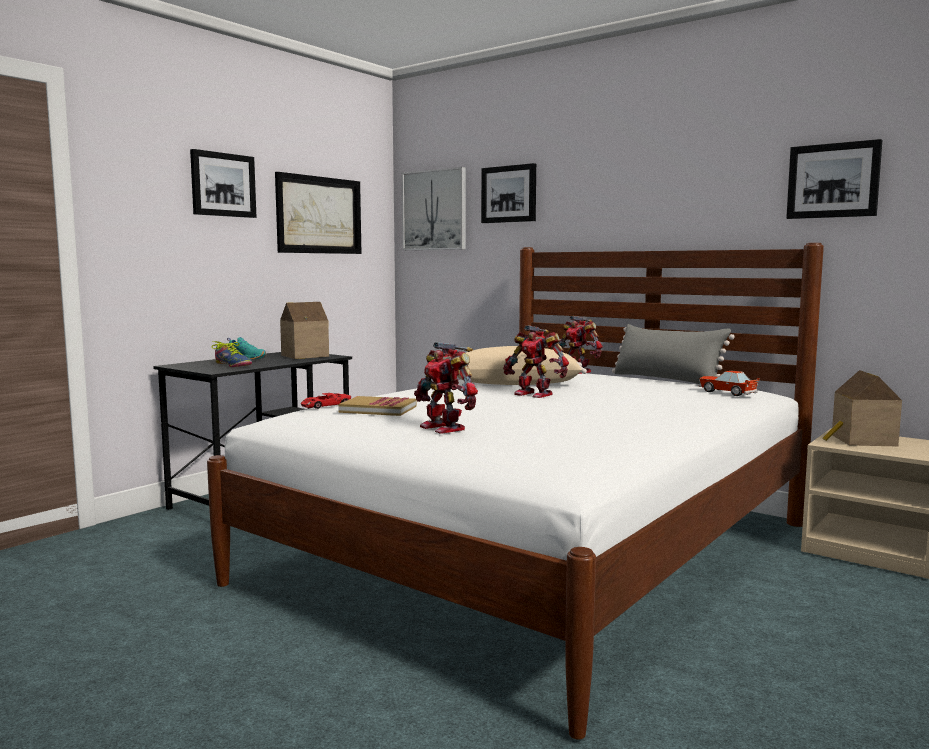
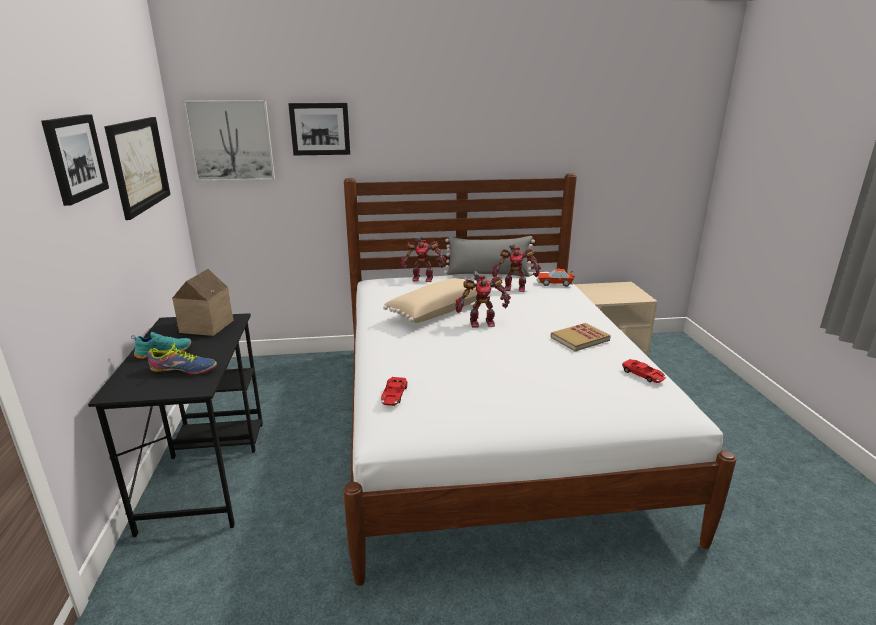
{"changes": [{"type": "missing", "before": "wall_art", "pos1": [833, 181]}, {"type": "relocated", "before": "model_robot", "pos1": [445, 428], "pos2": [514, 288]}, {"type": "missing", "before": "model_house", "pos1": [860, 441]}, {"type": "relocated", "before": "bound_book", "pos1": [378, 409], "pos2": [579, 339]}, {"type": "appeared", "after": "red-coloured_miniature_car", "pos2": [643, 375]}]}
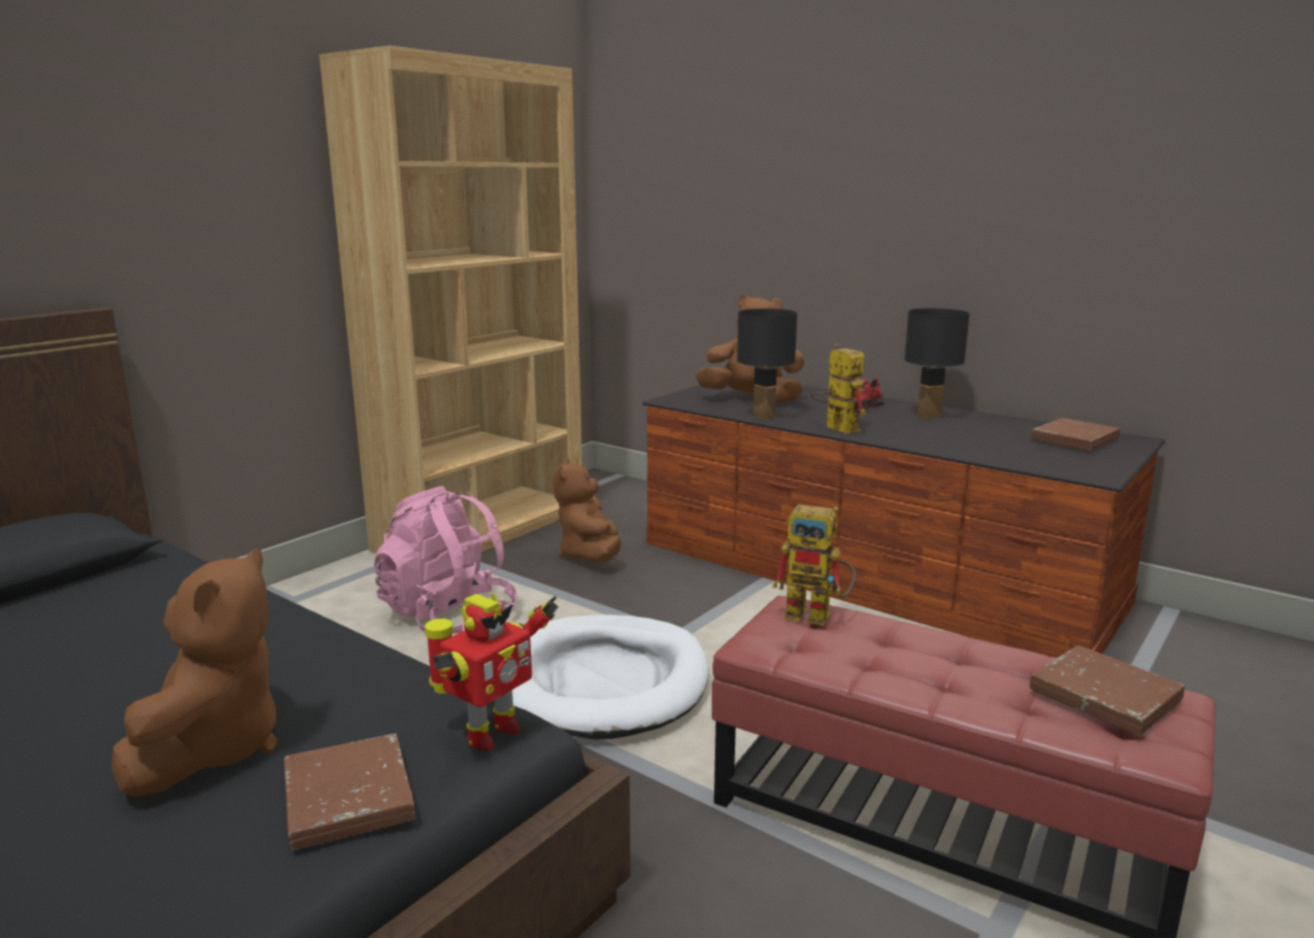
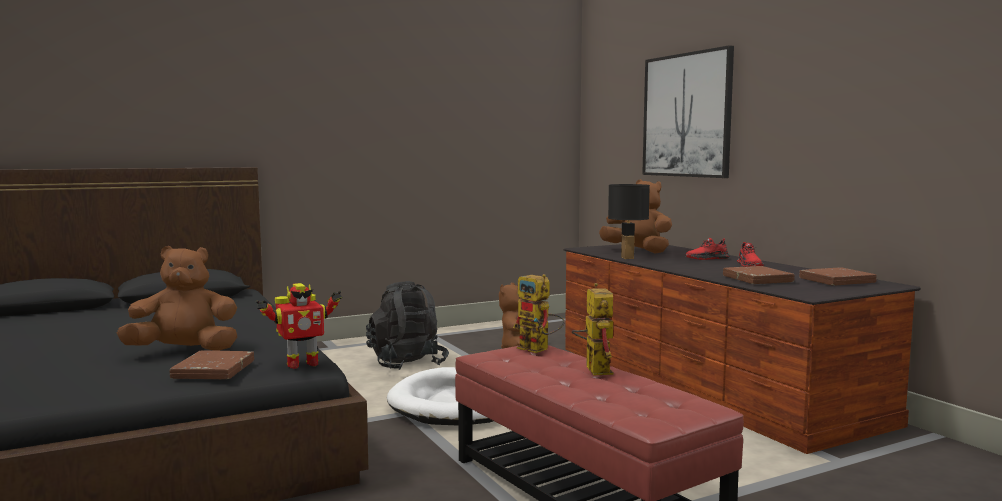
{"changes": [{"type": "missing", "before": "brown-coloured_bookcase", "pos1": [482, 530]}, {"type": "exchanged", "before": "blackish_table_lamp", "after": "red-coloured_shoe", "pos1": [929, 416], "pos2": [749, 265]}, {"type": "relocated", "before": "model_robot", "pos1": [835, 428], "pos2": [594, 368]}, {"type": "colour", "before": "pinkish_rucksack", "after": "blackish_rucksack", "pos1": [447, 615], "pos2": [407, 364]}, {"type": "spun", "before": "brown-coloured_cuddly_toy", "pos1": [213, 749], "pos2": [184, 351], "turn": -135}, {"type": "relocated", "before": "brown-coloured_bound_book", "pos1": [1104, 697], "pos2": [757, 280]}, {"type": "appeared", "after": "wall_art", "pos2": [686, 115]}]}
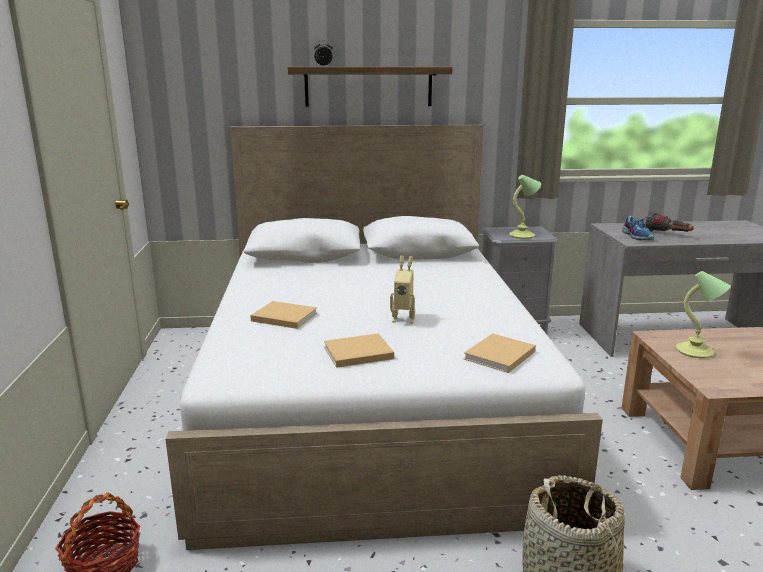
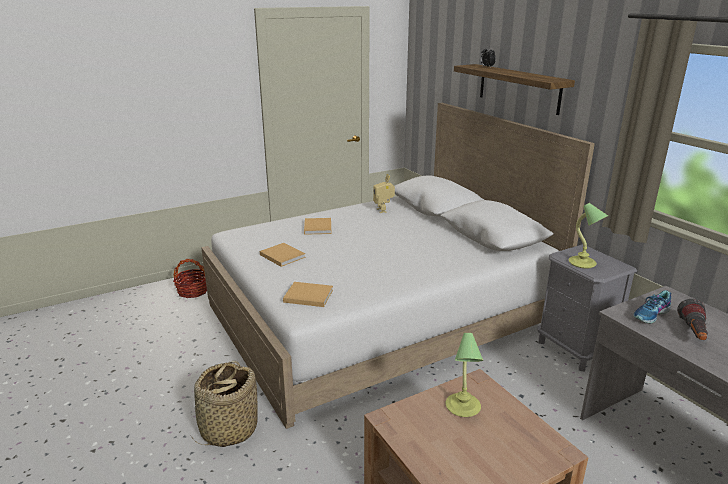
{"changes": [{"type": "relocated", "before": "model_robot", "pos1": [404, 319], "pos2": [383, 210]}]}
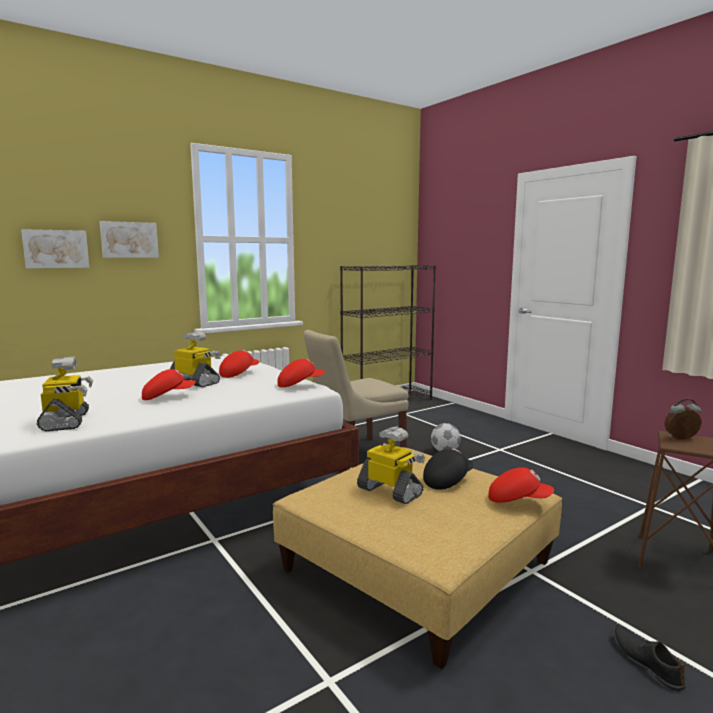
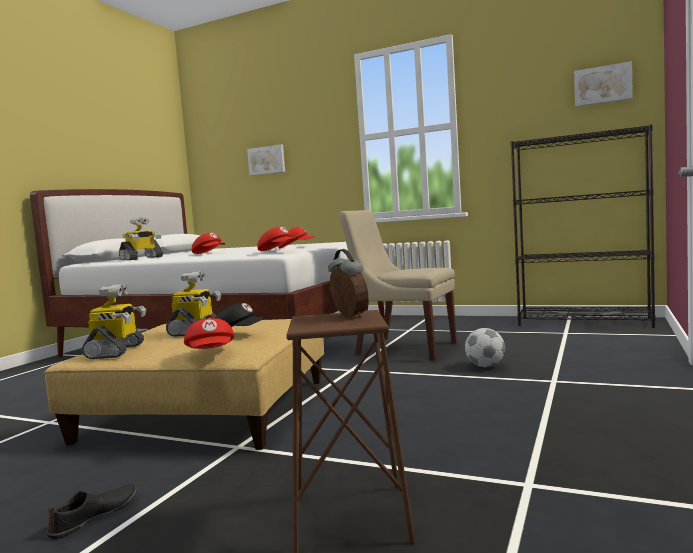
{"changes": [{"type": "relocated", "before": "wall_art", "pos1": [129, 240], "pos2": [602, 85]}, {"type": "relocated", "before": "model_robot", "pos1": [195, 382], "pos2": [116, 351]}]}
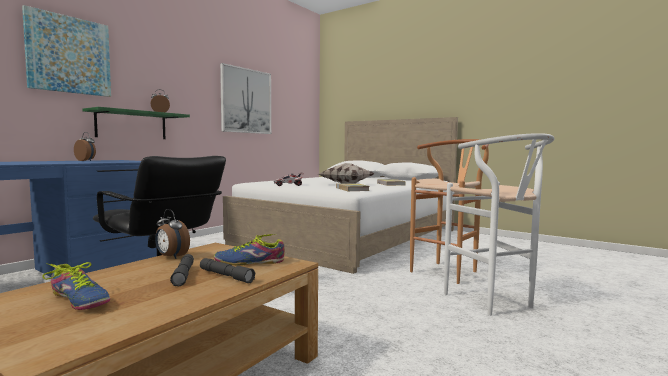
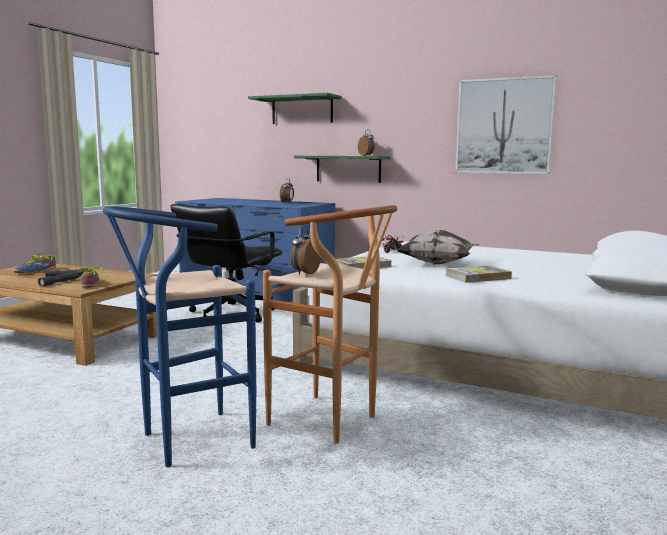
{"changes": [{"type": "exchanged", "before": "wall_art", "after": "green_shelf", "pos1": [69, 55], "pos2": [302, 110]}, {"type": "colour", "before": "white-coloured_stool_seat", "after": "blue_stool_seat", "pos1": [494, 303], "pos2": [187, 442]}, {"type": "relocated", "before": "alarm_clock", "pos1": [171, 257], "pos2": [304, 273]}]}
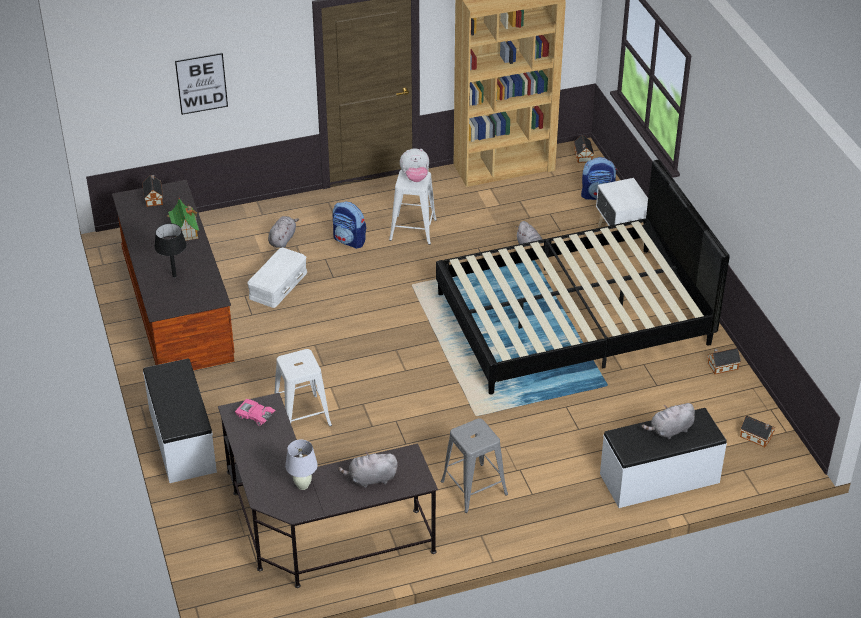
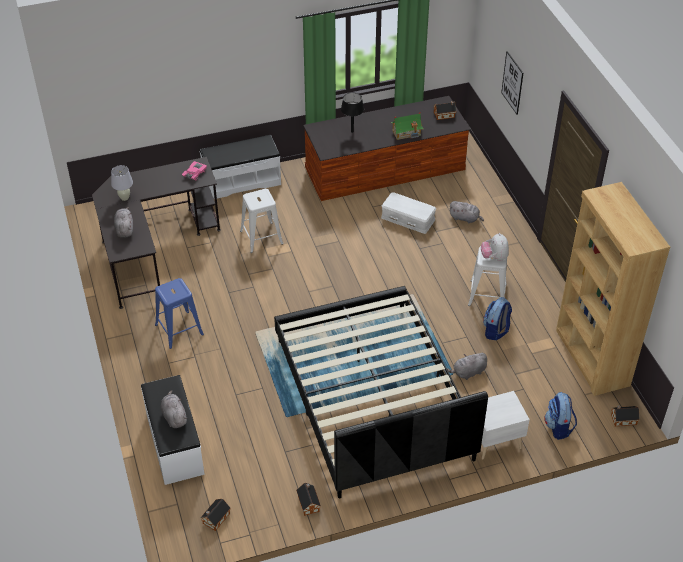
{"changes": [{"type": "relocated", "before": "rucksack", "pos1": [349, 240], "pos2": [496, 331]}, {"type": "colour", "before": "grey_stool_seat", "after": "blue_stool_seat", "pos1": [474, 488], "pos2": [179, 329]}]}
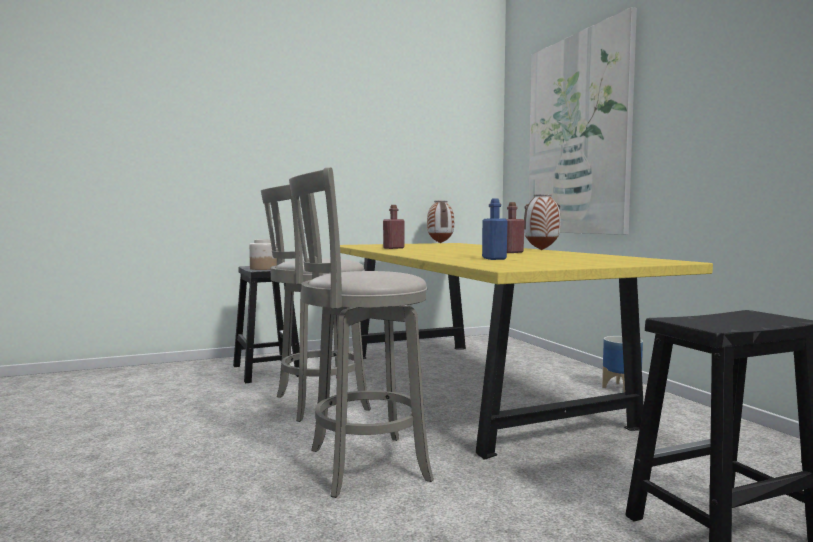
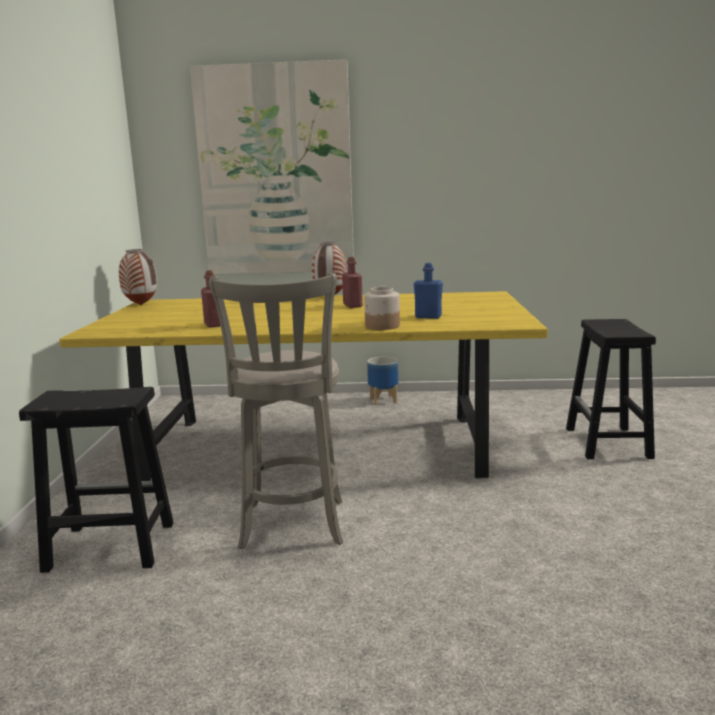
{"changes": [{"type": "missing", "before": "grey_stool_seat", "pos1": [361, 465]}, {"type": "relocated", "before": "preserve_jar", "pos1": [263, 268], "pos2": [382, 326]}]}
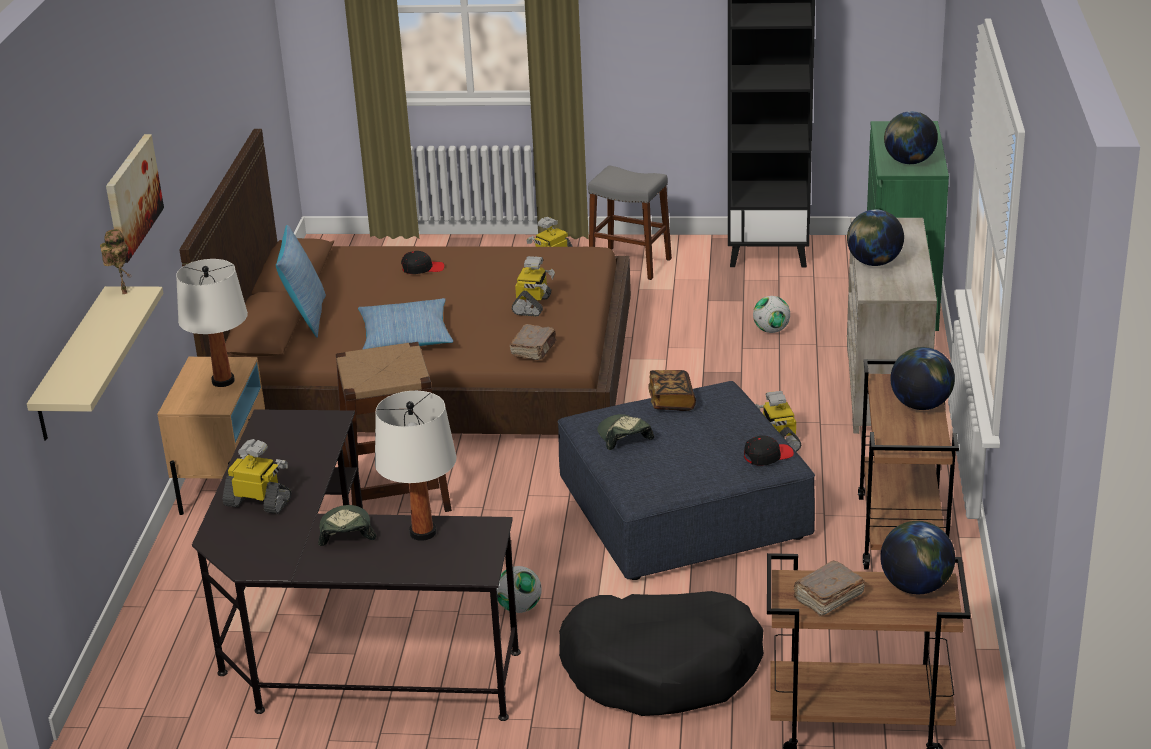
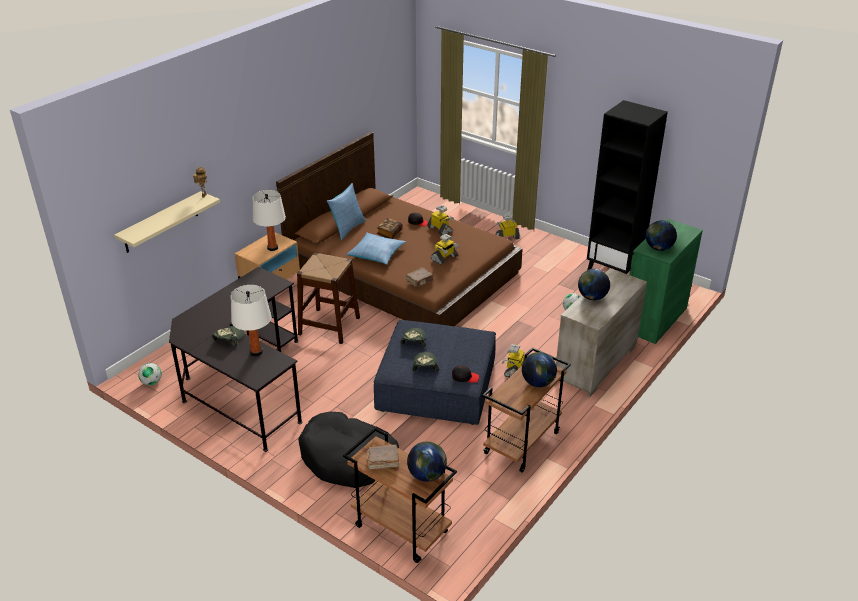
{"changes": [{"type": "missing", "before": "wall_art", "pos1": [132, 197]}, {"type": "missing", "before": "grey_stool_seat", "pos1": [630, 263]}, {"type": "relocated", "before": "bound_book", "pos1": [671, 401], "pos2": [389, 233]}, {"type": "relocated", "before": "model_robot", "pos1": [259, 502], "pos2": [440, 230]}, {"type": "relocated", "before": "football_ball", "pos1": [519, 608], "pos2": [151, 382]}, {"type": "appeared", "after": "baseball_cap", "pos2": [425, 365]}]}
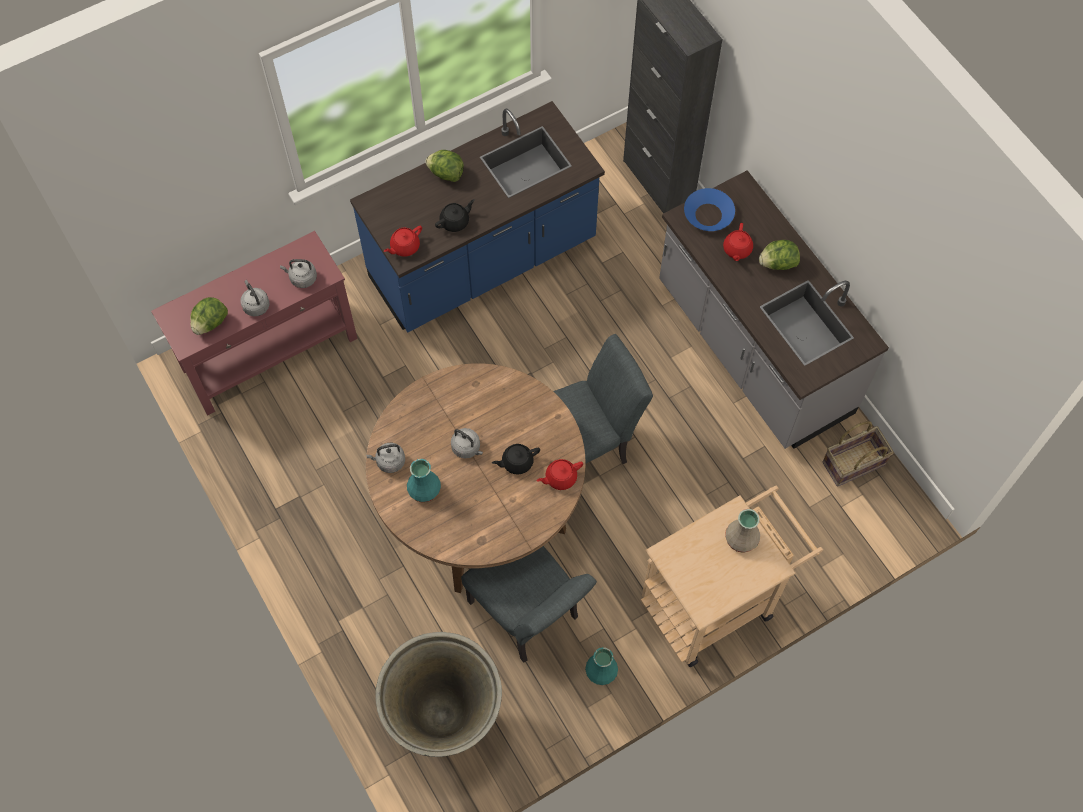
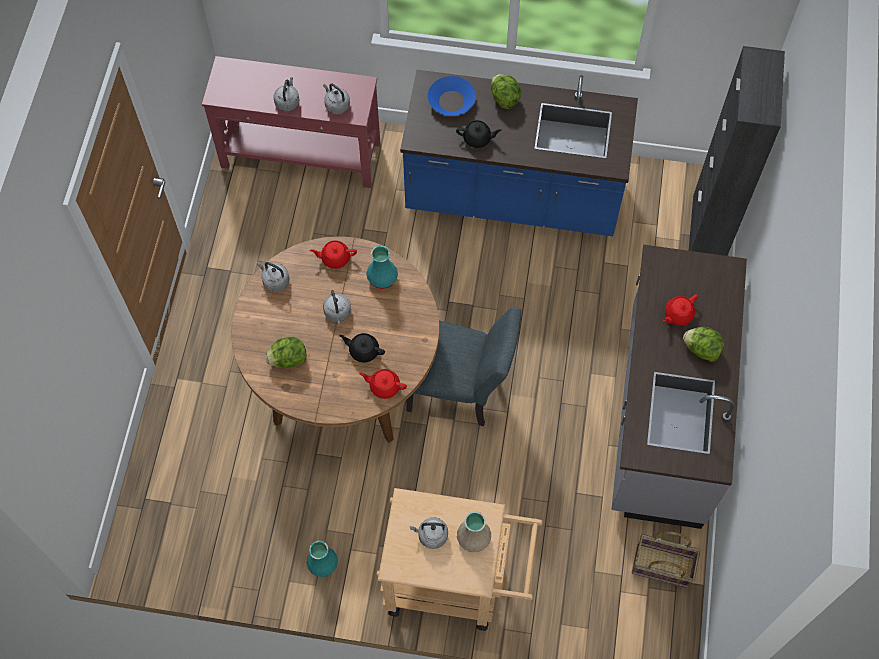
{"changes": [{"type": "relocated", "before": "blue_serving_bowl", "pos1": [708, 215], "pos2": [451, 101]}, {"type": "relocated", "before": "red-coloured_pot_for_tea", "pos1": [404, 247], "pos2": [335, 258]}, {"type": "relocated", "before": "head_of_lettuce", "pos1": [210, 323], "pos2": [288, 359]}, {"type": "relocated", "before": "turquoise_vase", "pos1": [423, 489], "pos2": [382, 277]}, {"type": "missing", "before": "grey_chair", "pos1": [529, 615]}, {"type": "missing", "before": "grey_plant_pot", "pos1": [445, 719]}, {"type": "appeared", "after": "grey_tea_kettle", "pos2": [431, 535]}]}
